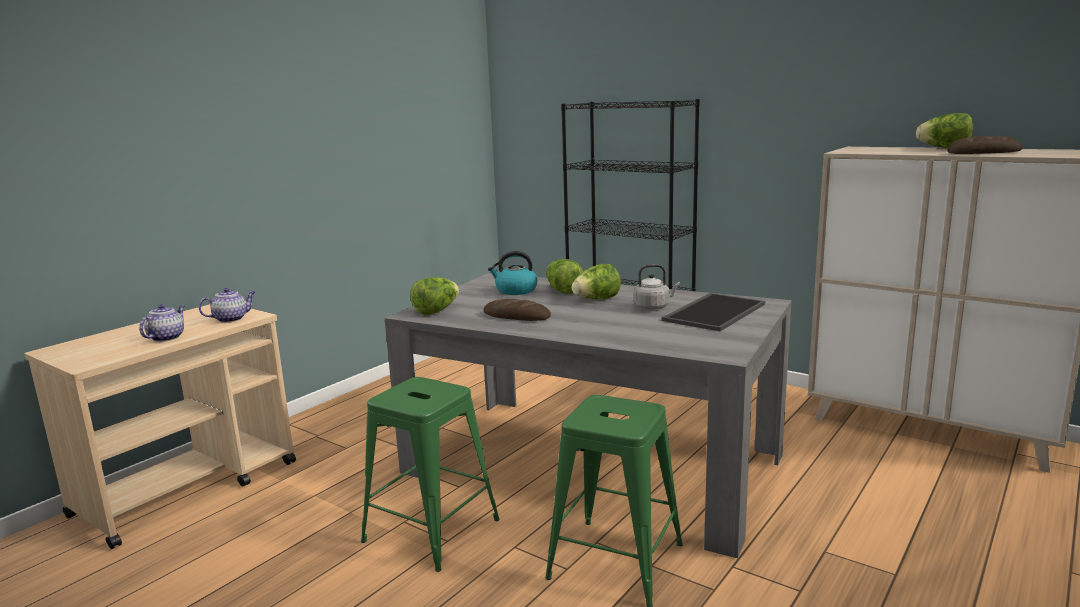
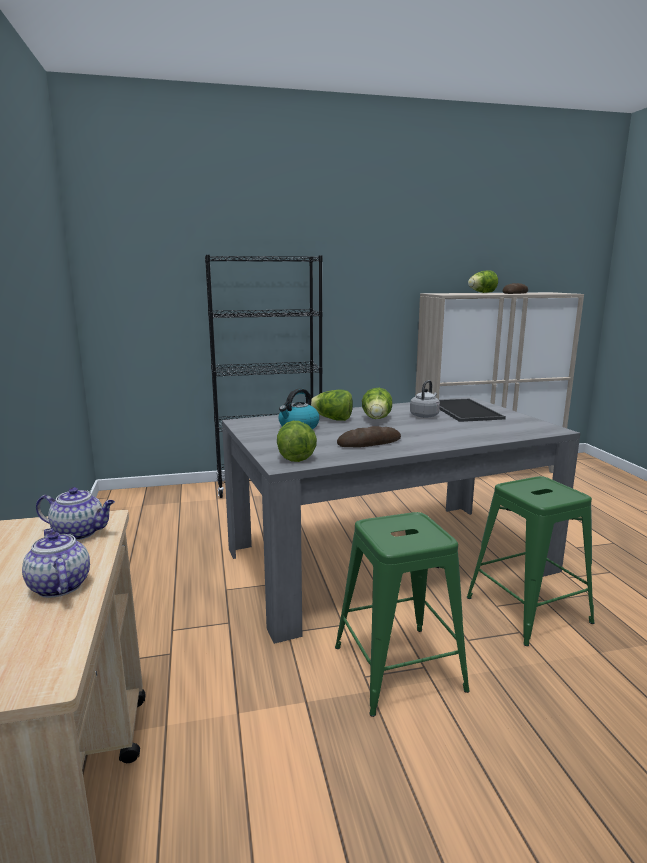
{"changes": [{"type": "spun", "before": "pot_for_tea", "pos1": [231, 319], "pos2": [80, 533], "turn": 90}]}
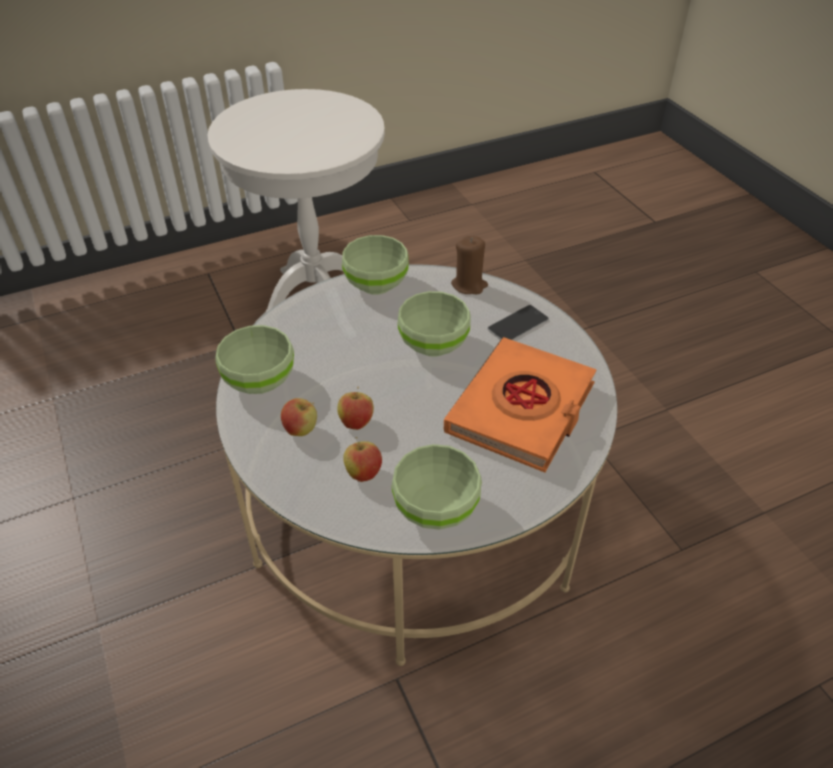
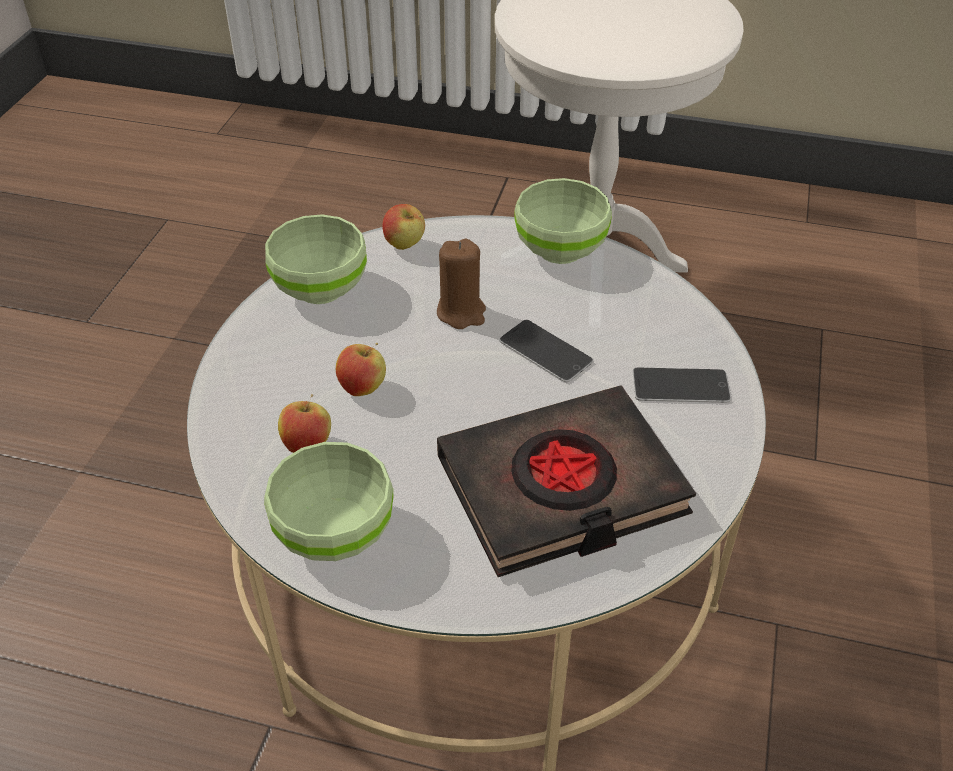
{"changes": [{"type": "relocated", "before": "brown-coloured_wax_light", "pos1": [469, 285], "pos2": [461, 312]}, {"type": "exchanged", "before": "green_serving_bowl", "after": "phone", "pos1": [432, 344], "pos2": [545, 351]}, {"type": "colour", "before": "orange-coloured_bound_book", "after": "blackish_bound_book", "pos1": [522, 410], "pos2": [562, 489]}, {"type": "relocated", "before": "apple", "pos1": [301, 430], "pos2": [404, 245]}]}
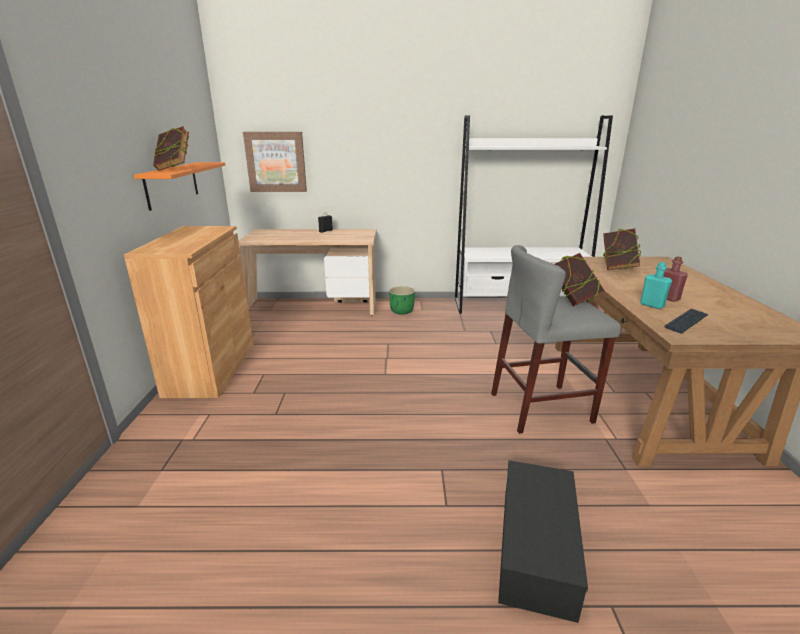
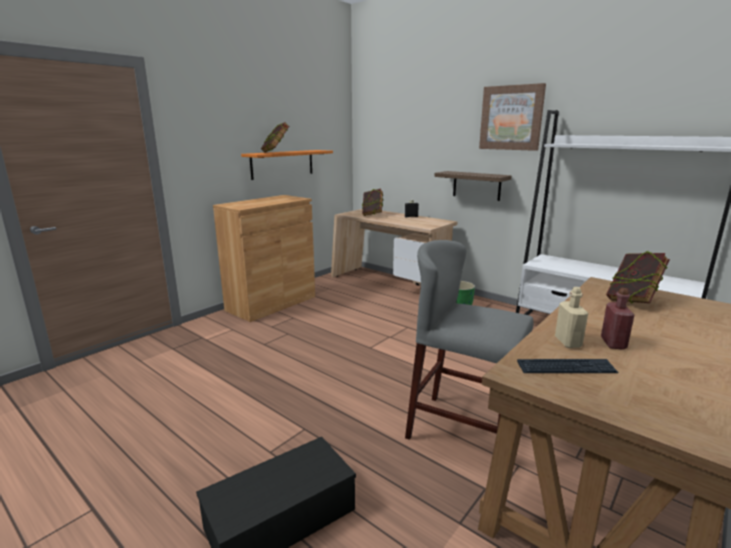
{"changes": [{"type": "relocated", "before": "wall_art", "pos1": [276, 162], "pos2": [511, 118]}, {"type": "relocated", "before": "bound_book", "pos1": [573, 300], "pos2": [372, 214]}, {"type": "colour", "before": "turquoise_beverage_bottle", "after": "beige_beverage_bottle", "pos1": [652, 305], "pos2": [568, 342]}, {"type": "appeared", "after": "shelf", "pos2": [476, 185]}]}
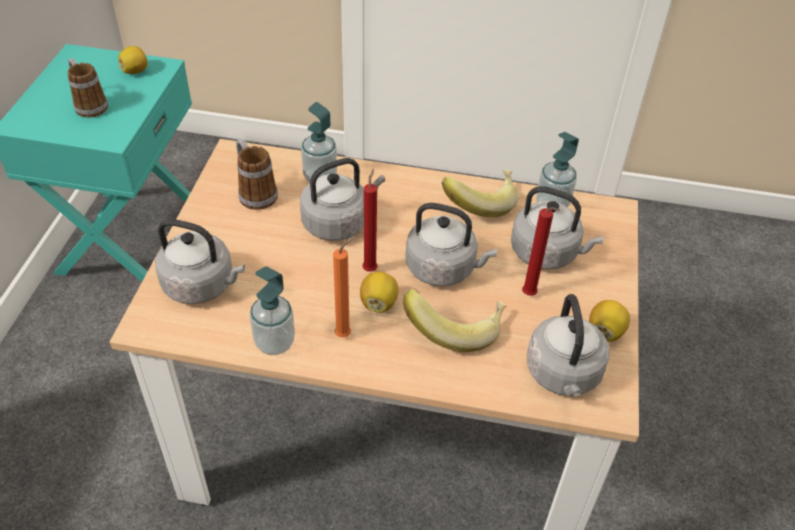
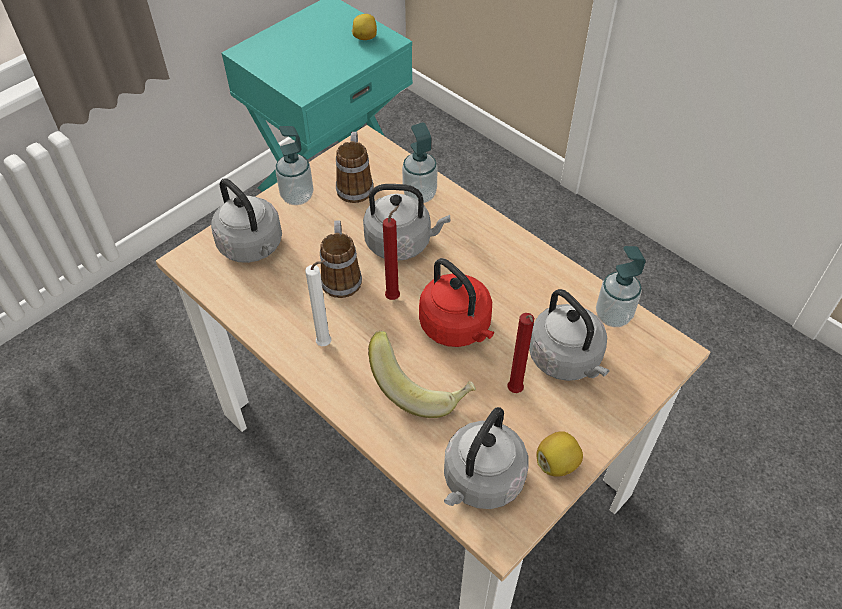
{"changes": [{"type": "relocated", "before": "mug", "pos1": [88, 105], "pos2": [341, 276]}, {"type": "missing", "before": "whole_banana", "pos1": [479, 203]}, {"type": "colour", "before": "grey_tea_kettle", "after": "red-coloured_tea_kettle", "pos1": [444, 269], "pos2": [457, 328]}, {"type": "colour", "before": "orange-coloured_wax_light", "after": "white-coloured_wax_light", "pos1": [345, 334], "pos2": [326, 344]}, {"type": "relocated", "before": "soap_dispenser", "pos1": [274, 342], "pos2": [297, 196]}, {"type": "missing", "before": "lemon", "pos1": [378, 303]}]}
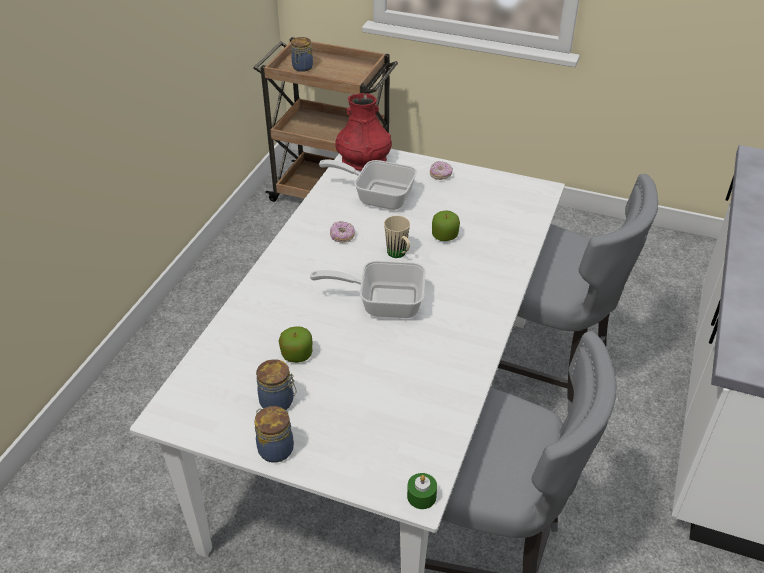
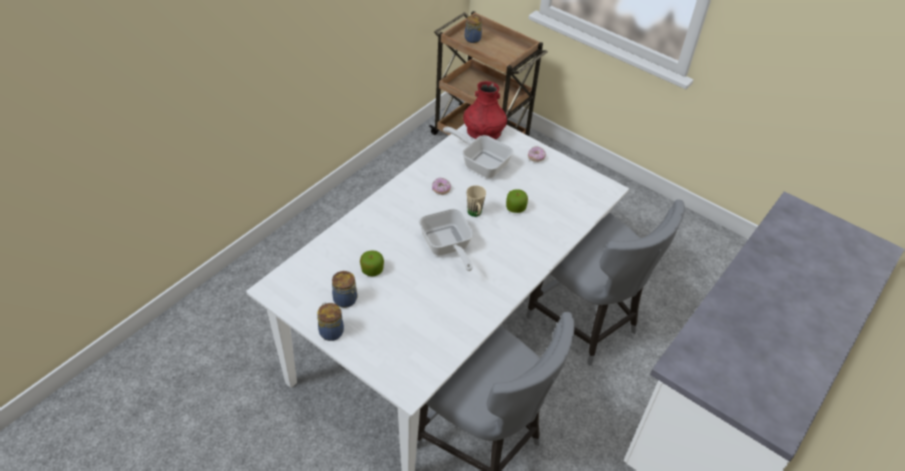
{"changes": [{"type": "spun", "before": "frying_pan", "pos1": [382, 302], "pos2": [447, 247], "turn": -135}, {"type": "missing", "before": "green_wax_light", "pos1": [421, 496]}]}
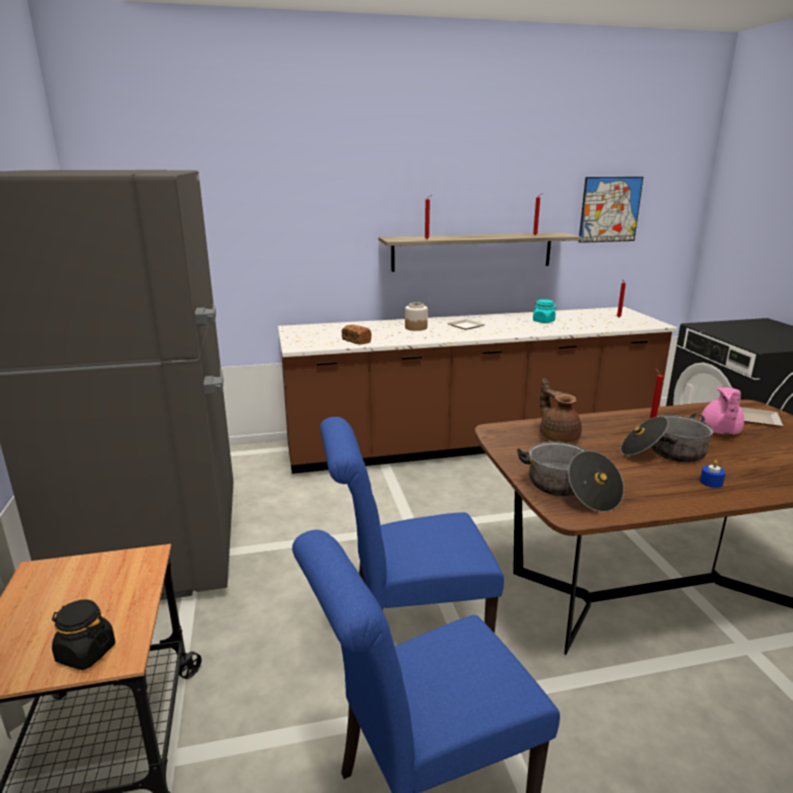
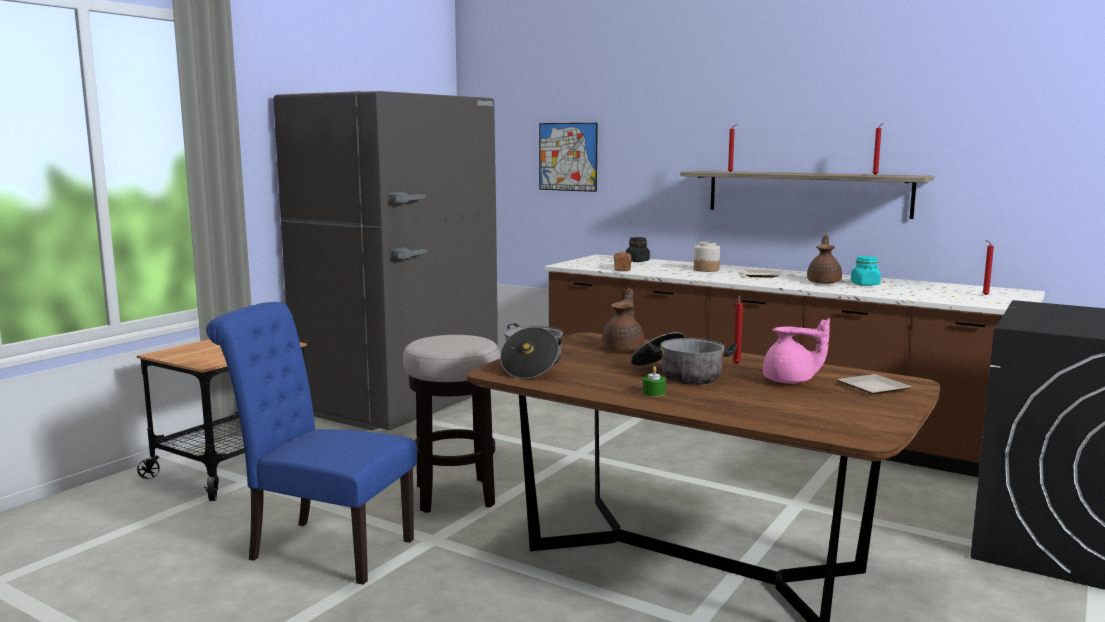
{"changes": [{"type": "relocated", "before": "wall_art", "pos1": [610, 209], "pos2": [568, 157]}, {"type": "spun", "before": "pinkish_pot_for_tea", "pos1": [719, 431], "pos2": [790, 381], "turn": -135}, {"type": "exchanged", "before": "blue_chair", "after": "stool_seat", "pos1": [409, 631], "pos2": [455, 495]}, {"type": "colour", "before": "blue_wax_light", "after": "green_wax_light", "pos1": [711, 482], "pos2": [653, 393]}, {"type": "relocated", "before": "blackish_preserve_jar", "pos1": [86, 653], "pos2": [637, 261]}, {"type": "appeared", "after": "brown-coloured_pot_for_tea", "pos2": [824, 282]}]}
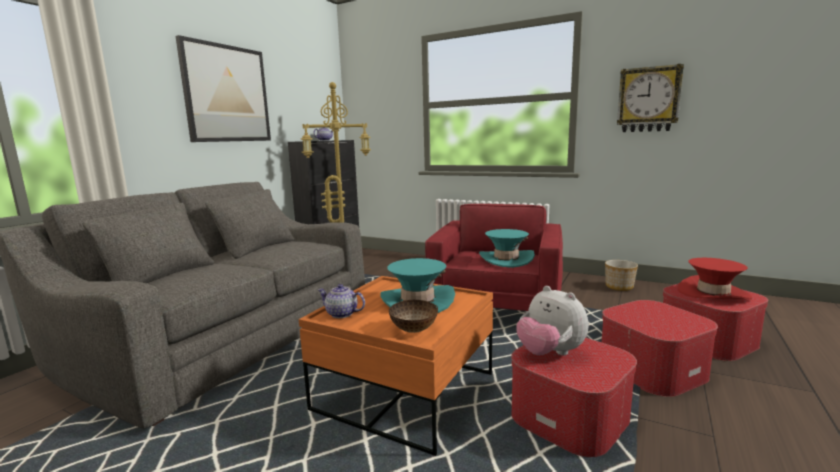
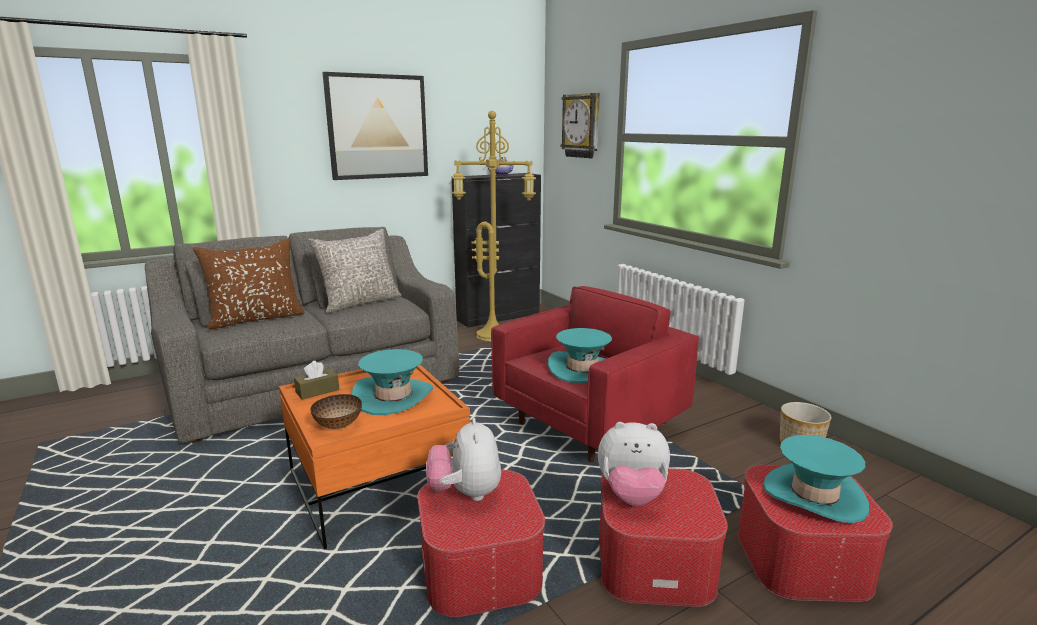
{"changes": [{"type": "relocated", "before": "hanging_clock", "pos1": [648, 99], "pos2": [582, 126]}, {"type": "colour", "before": "red-coloured_clothing_hat", "after": "turquoise_clothing_hat", "pos1": [713, 293], "pos2": [814, 495]}, {"type": "exchanged", "before": "pot_for_tea", "after": "brown-coloured_box_of_tissues", "pos1": [342, 314], "pos2": [317, 391]}, {"type": "appeared", "after": "grey_throw_pillow", "pos2": [360, 302]}, {"type": "appeared", "after": "brown-coloured_throw_pillow", "pos2": [256, 319]}, {"type": "appeared", "after": "cuddly_toy", "pos2": [632, 495]}]}
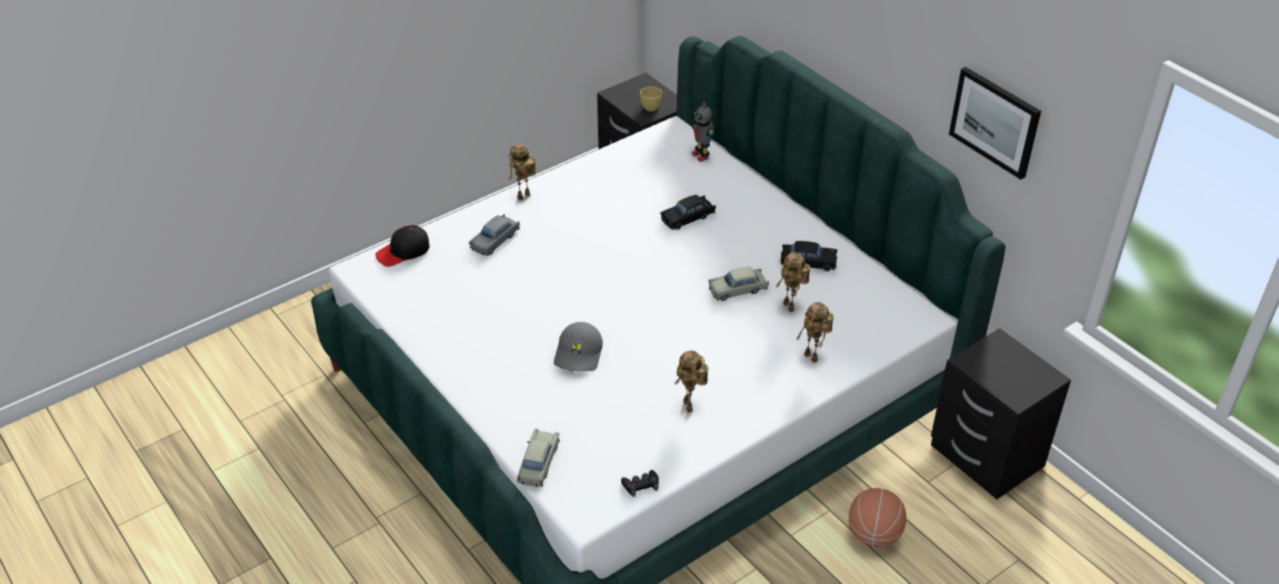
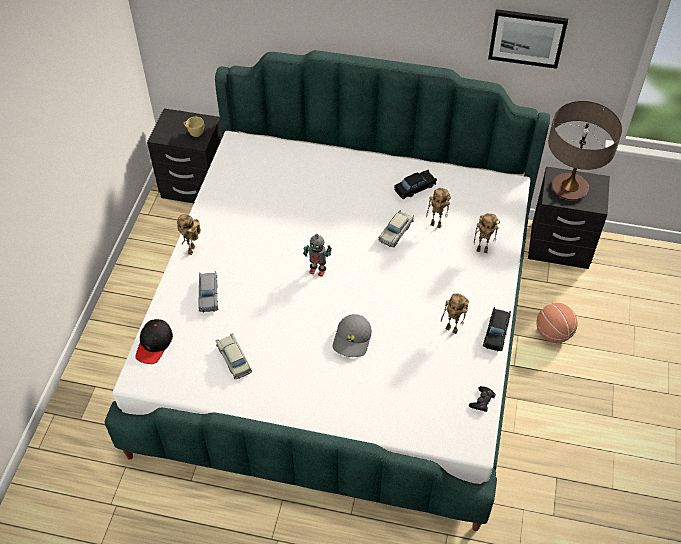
{"changes": [{"type": "relocated", "before": "model_robot", "pos1": [701, 155], "pos2": [317, 270]}, {"type": "relocated", "before": "blackish_miniature_car", "pos1": [688, 218], "pos2": [496, 332]}, {"type": "spun", "before": "grey_baseball_cap", "pos1": [579, 354], "pos2": [353, 340], "turn": 45}, {"type": "relocated", "before": "beige_miniature_car", "pos1": [538, 463], "pos2": [234, 359]}, {"type": "appeared", "after": "table_lamp", "pos2": [569, 189]}]}
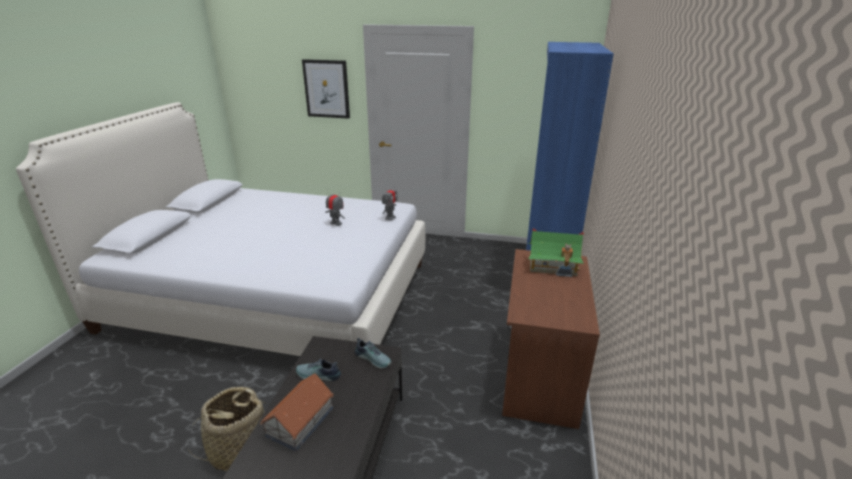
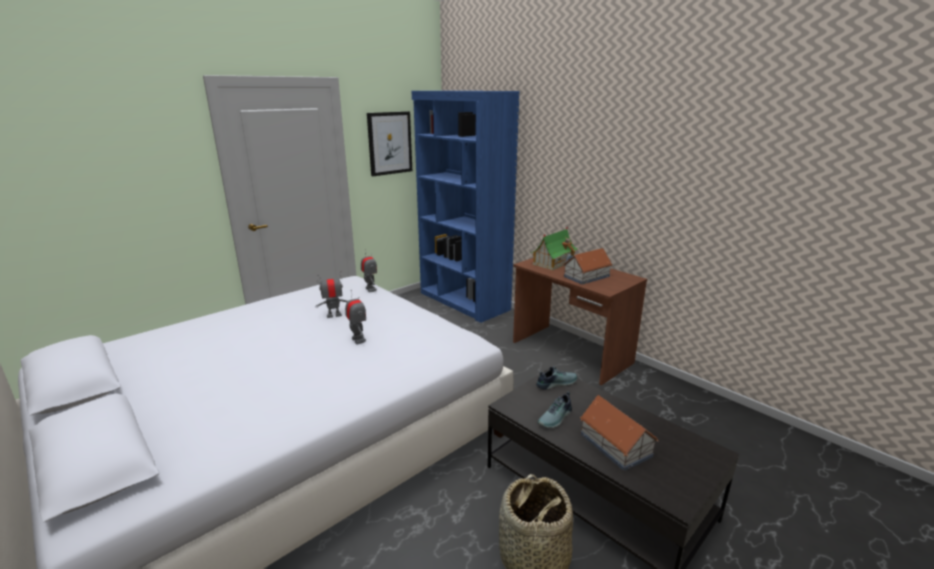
{"changes": [{"type": "relocated", "before": "wall_art", "pos1": [326, 89], "pos2": [389, 143]}, {"type": "appeared", "after": "model_house", "pos2": [587, 276]}, {"type": "appeared", "after": "model_robot", "pos2": [358, 340]}]}
